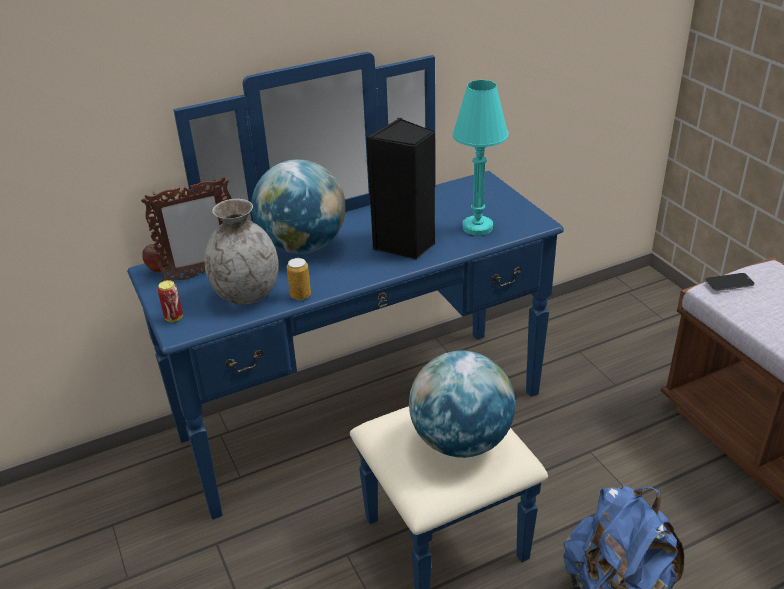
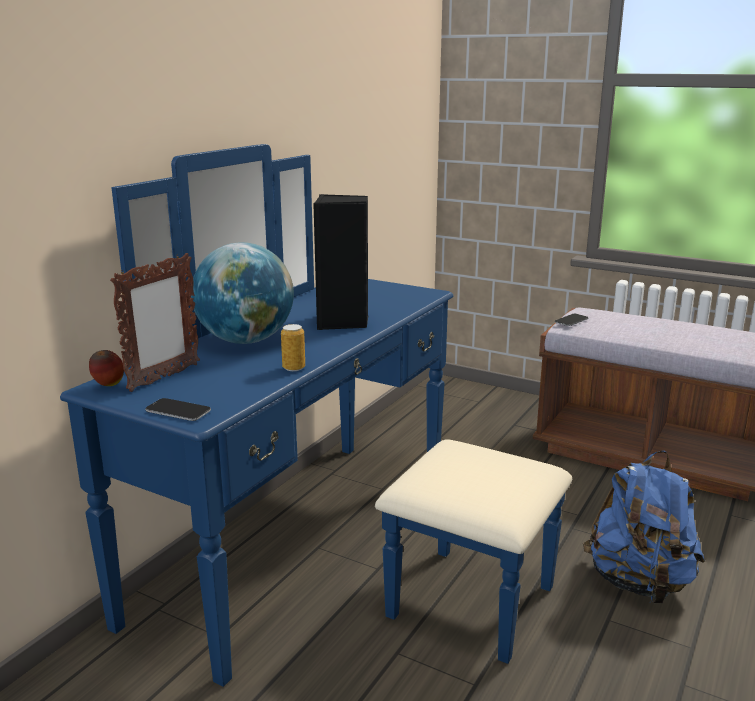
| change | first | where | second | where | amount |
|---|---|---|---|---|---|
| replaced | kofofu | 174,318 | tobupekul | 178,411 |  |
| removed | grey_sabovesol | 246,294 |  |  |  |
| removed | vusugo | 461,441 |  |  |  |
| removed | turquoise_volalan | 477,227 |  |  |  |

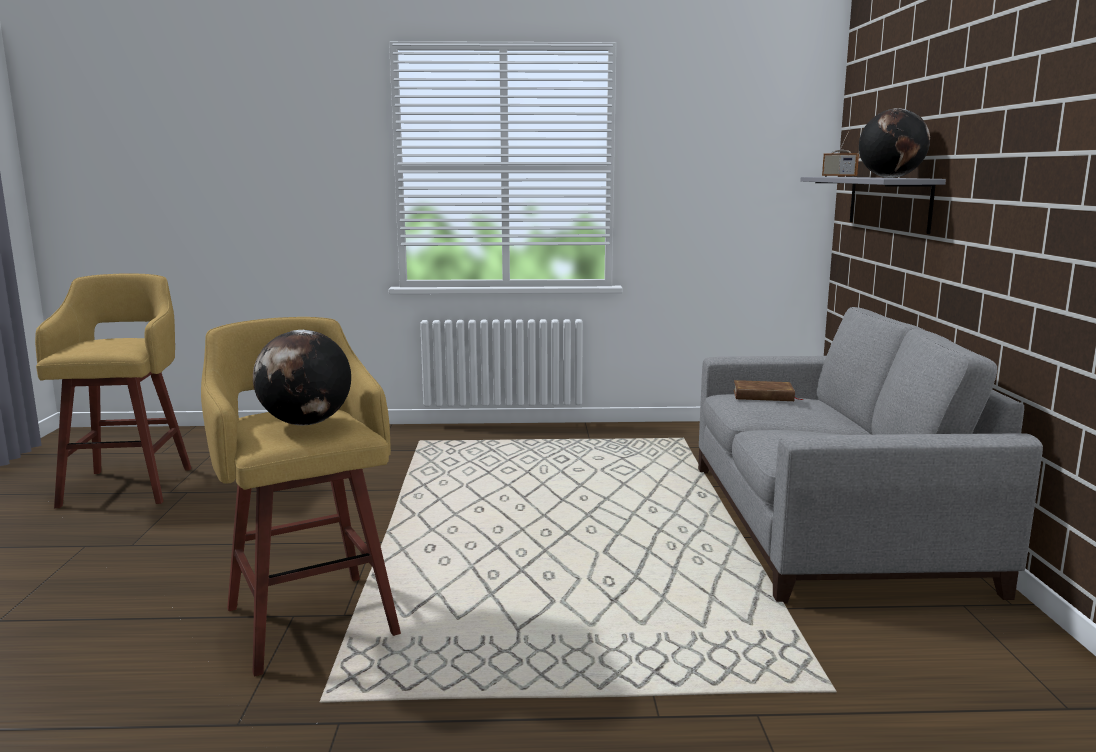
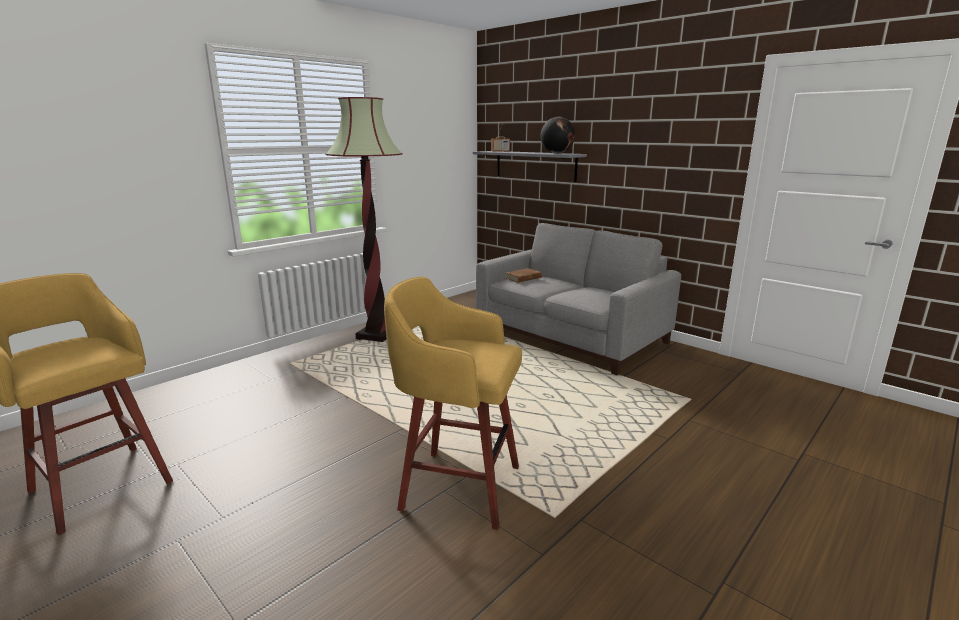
| change | first | where | second | where | amount |
|---|---|---|---|---|---|
| removed | vusugo | 306,423 |  |  |  |
| added |  |  | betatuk | 376,335 |  |

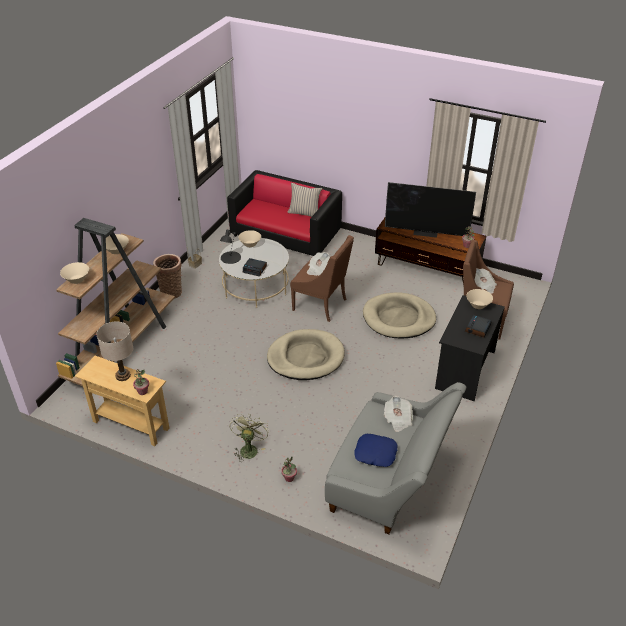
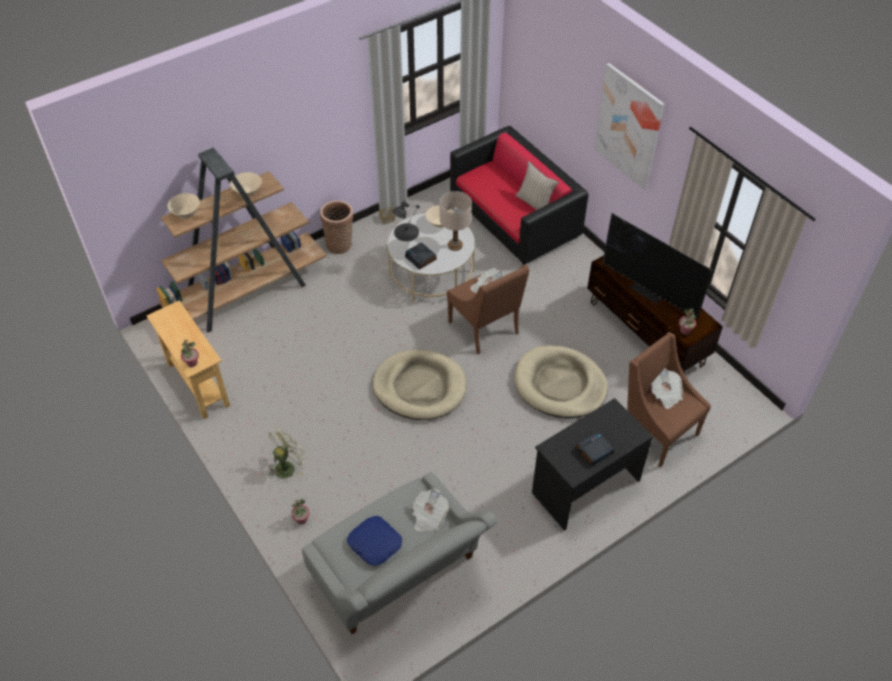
| change | first | where | second | where | amount |
|---|---|---|---|---|---|
| moved | beige_volalan | 123,375 |  | 455,245 |  |
| removed | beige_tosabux | 478,305 |  |  |  |
| added |  |  | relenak | 629,126 |  |

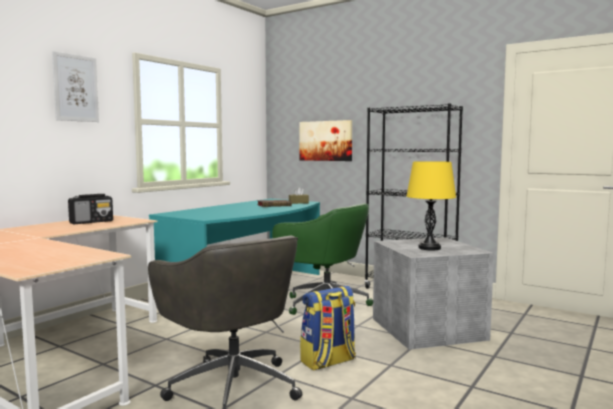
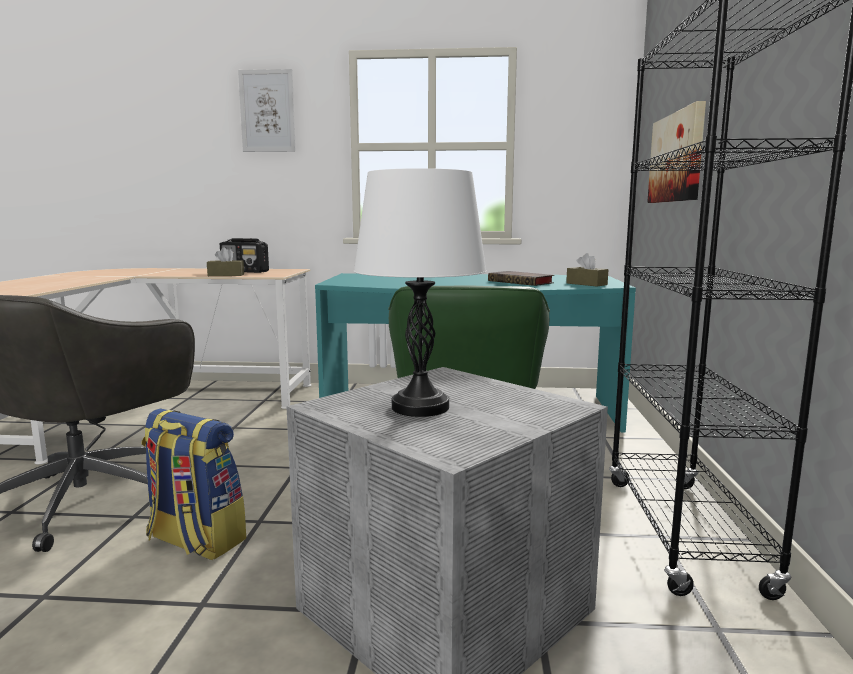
| change | first | where | second | where | amount |
|---|---|---|---|---|---|
| recoloured | yellow_volalan | 429,248 | white_volalan | 420,407 |  |
| added |  |  | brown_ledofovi | 226,275 |  |

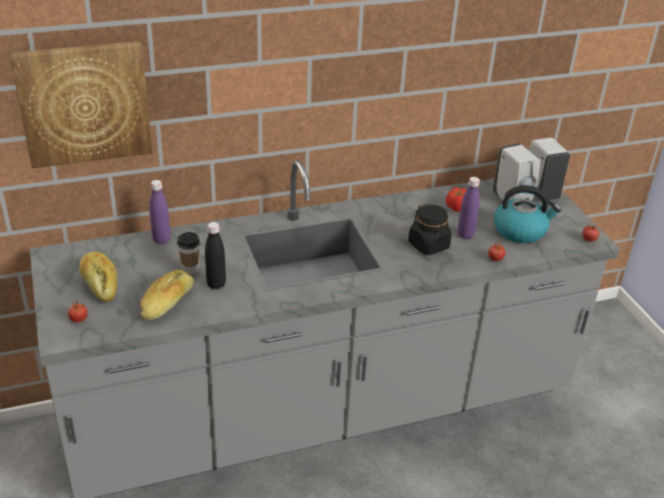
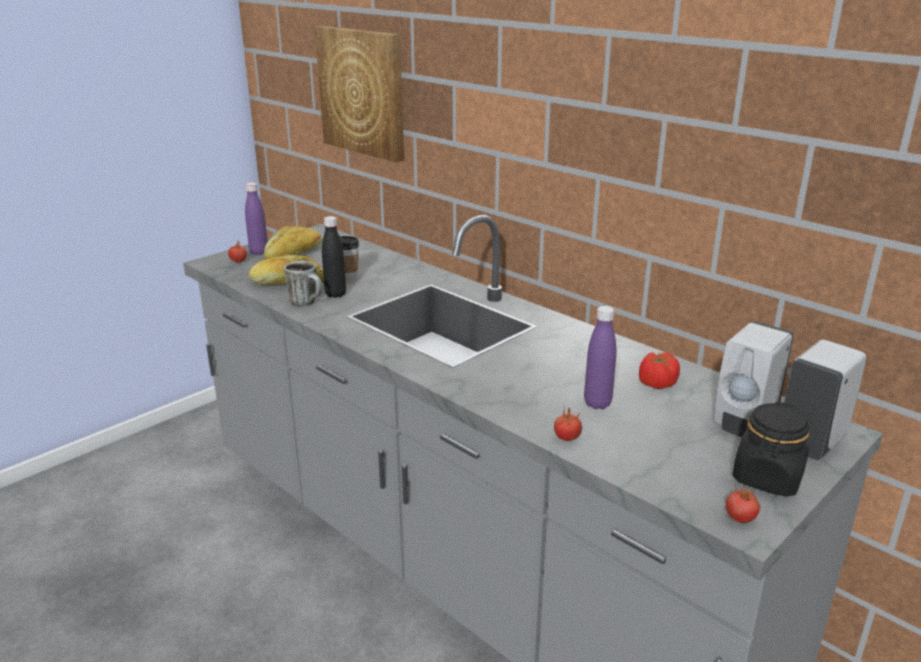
| change | first | where | second | where | amount |
|---|---|---|---|---|---|
| moved | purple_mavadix | 161,240 |  | 259,252 |  |
| moved | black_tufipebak | 428,245 |  | 767,478 |  |
| removed | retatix | 520,231 |  |  |  |
| added |  |  | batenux | 307,303 |  |

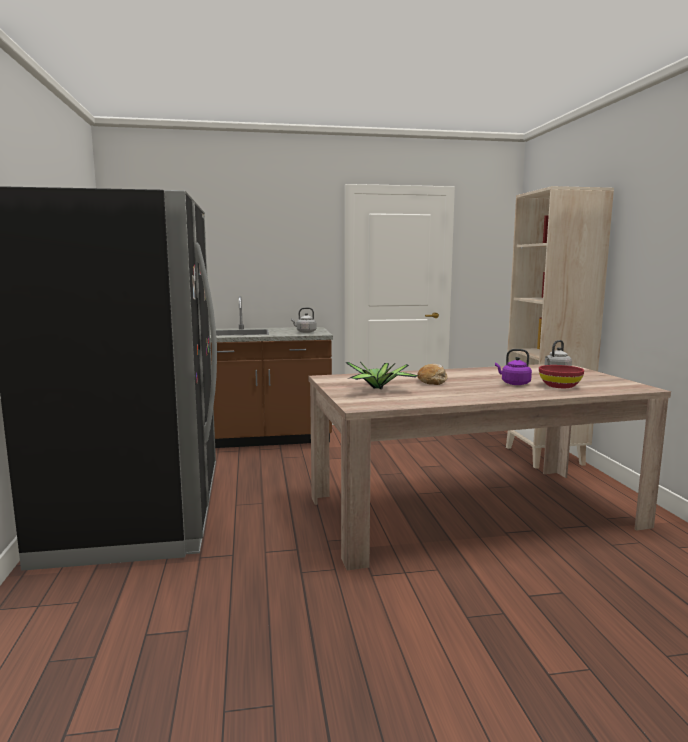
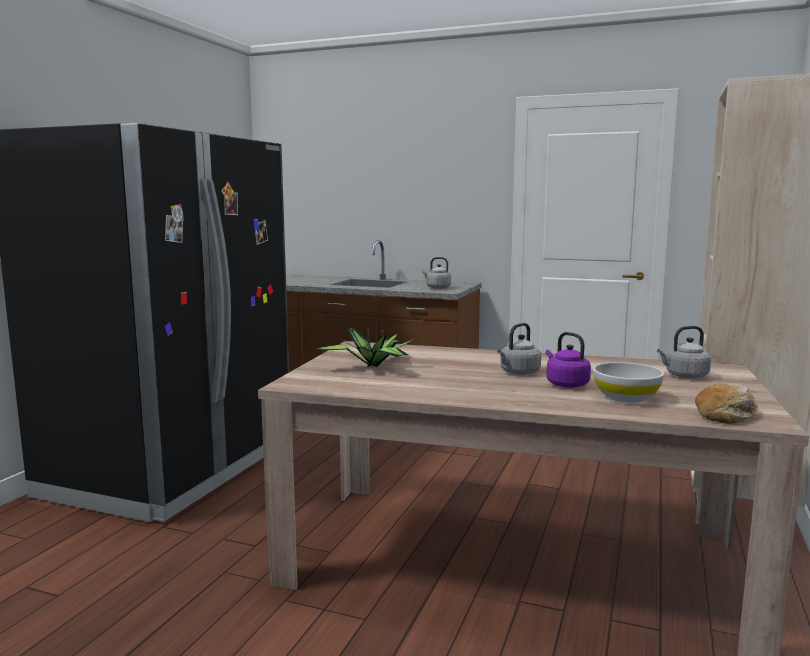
| change | first | where | second | where | amount |
|---|---|---|---|---|---|
| moved | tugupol | 432,381 |  | 726,414 |  |
| recoloured | red_tosabux | 559,386 | white_tosabux | 625,397 |  |
| added |  |  | grey_retatix | 518,372 |  |

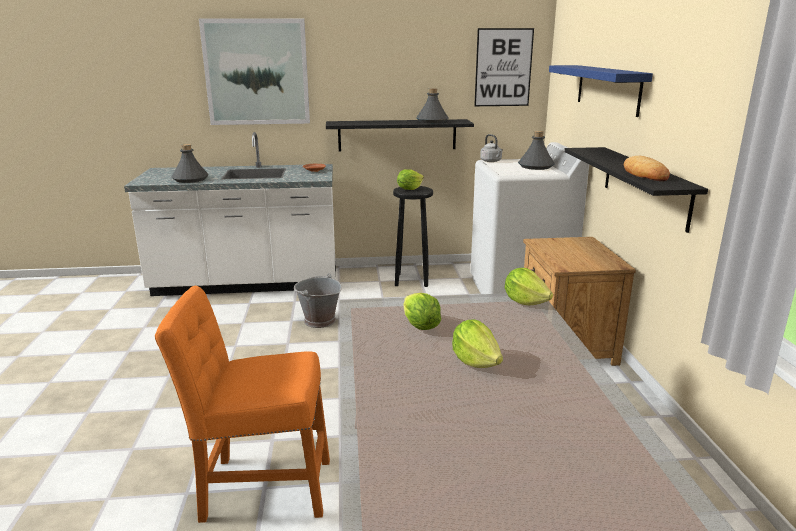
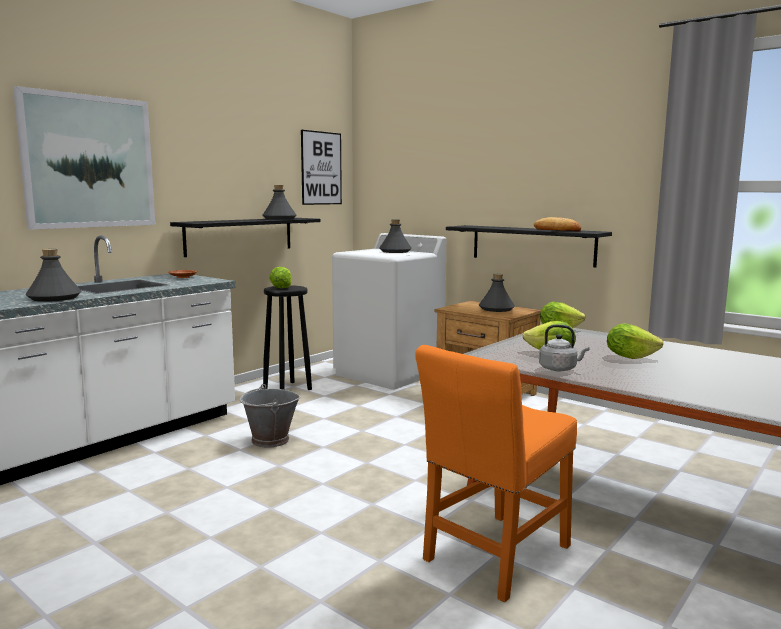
| change | first | where | second | where | amount |
|---|---|---|---|---|---|
| moved | grey_retatix | 491,161 |  | 560,369 |  |
| removed | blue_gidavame | 607,88 |  |  |  |
| added |  |  | grey_mavadix | 496,309 |  |

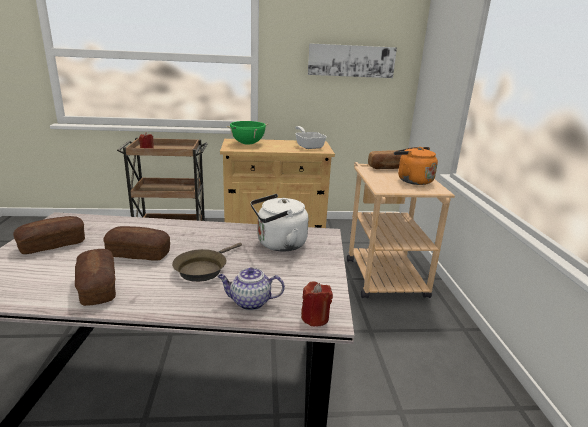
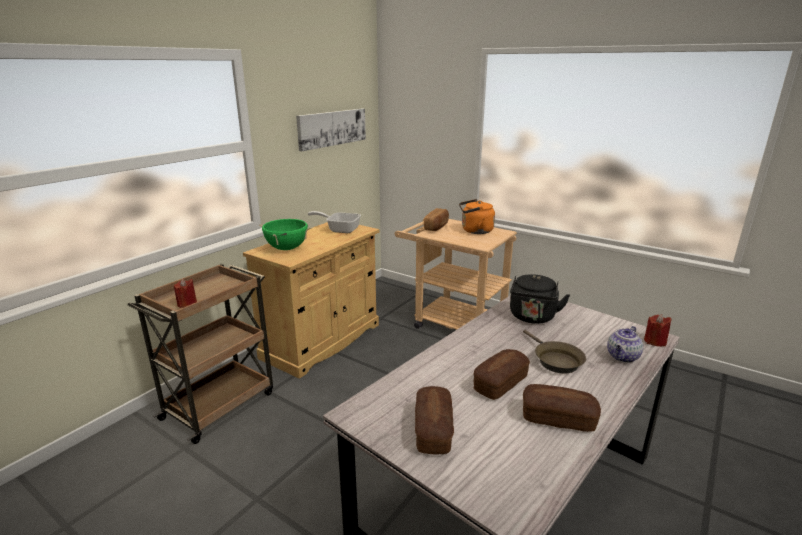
| change | first | where | second | where | amount |
|---|---|---|---|---|---|
| recoloured | white_retatix | 278,244 | black_retatix | 532,317 |  |

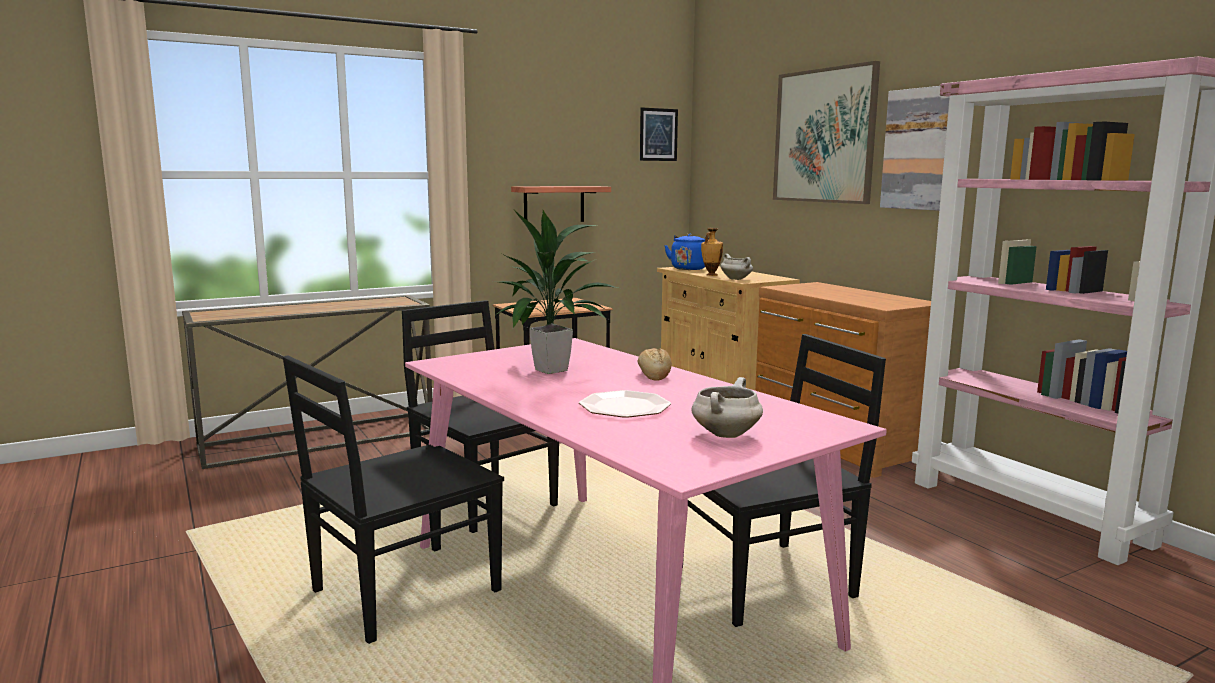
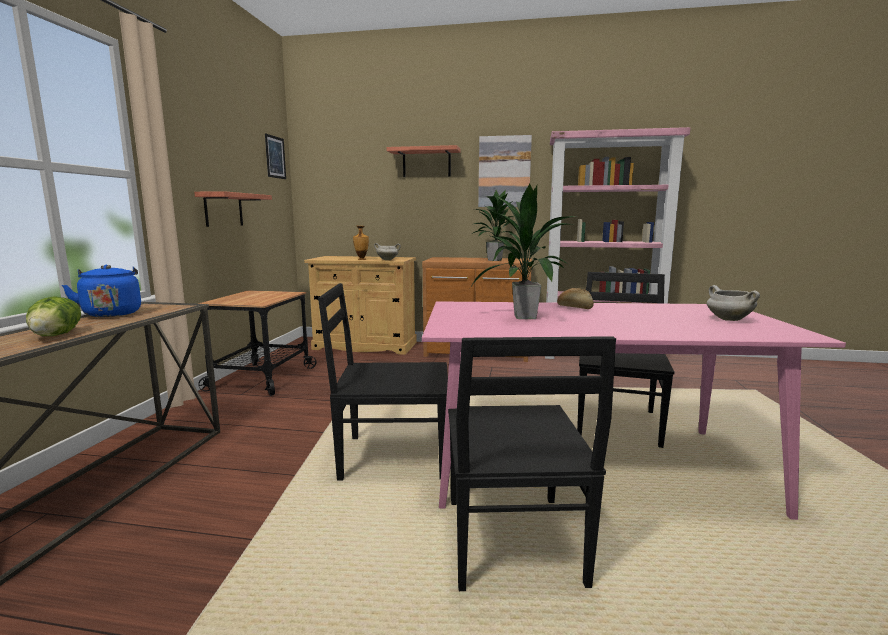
| change | first | where | second | where | amount |
|---|---|---|---|---|---|
| removed | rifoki | 624,407 |  |  |  |
| moved | blue_retatix | 689,268 |  | 112,313 |  |
| replaced | relenak | 824,136 | gidavame | 426,163 |  |
| added |  |  | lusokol | 57,335 |  |
| added |  |  | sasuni | 494,260 |  |

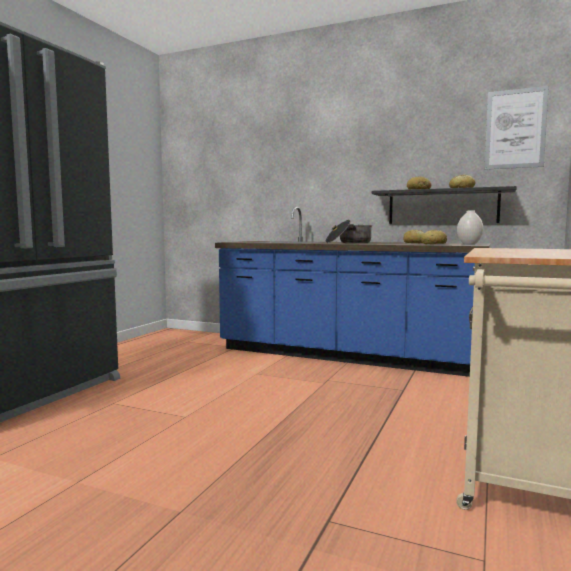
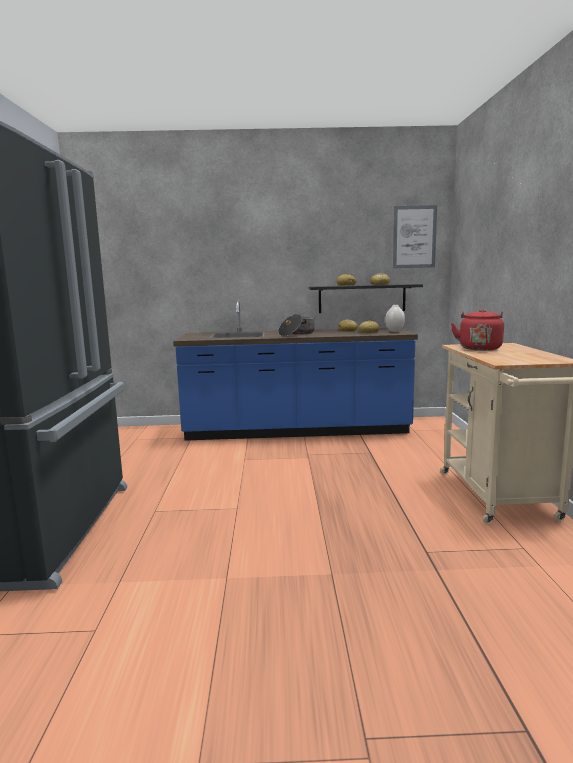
| change | first | where | second | where | amount |
|---|---|---|---|---|---|
| added |  |  | red_retatix | 479,348 |  |

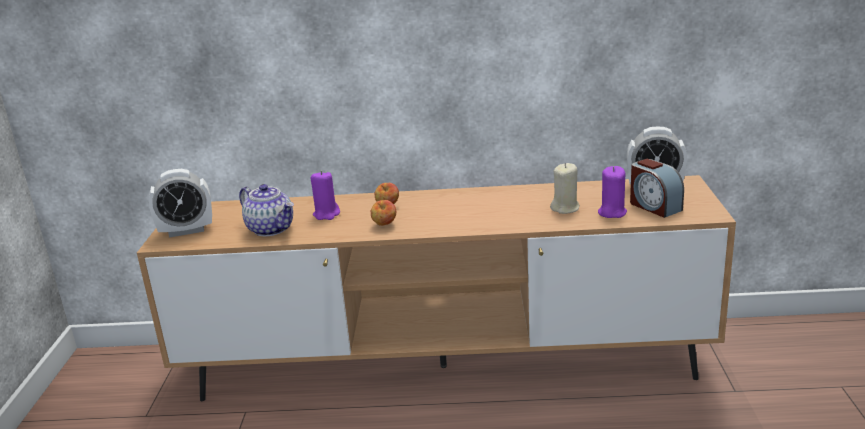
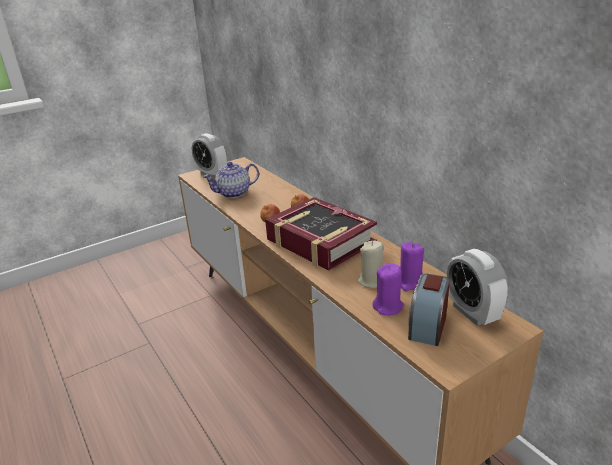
| change | first | where | second | where | amount |
|---|---|---|---|---|---|
| turned | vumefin | 271,229 |  | 233,193 | 60 degrees clockwise |
| moved | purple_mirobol | 326,214 |  | 410,283 |  |
| added |  |  | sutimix | 320,241 |  |

